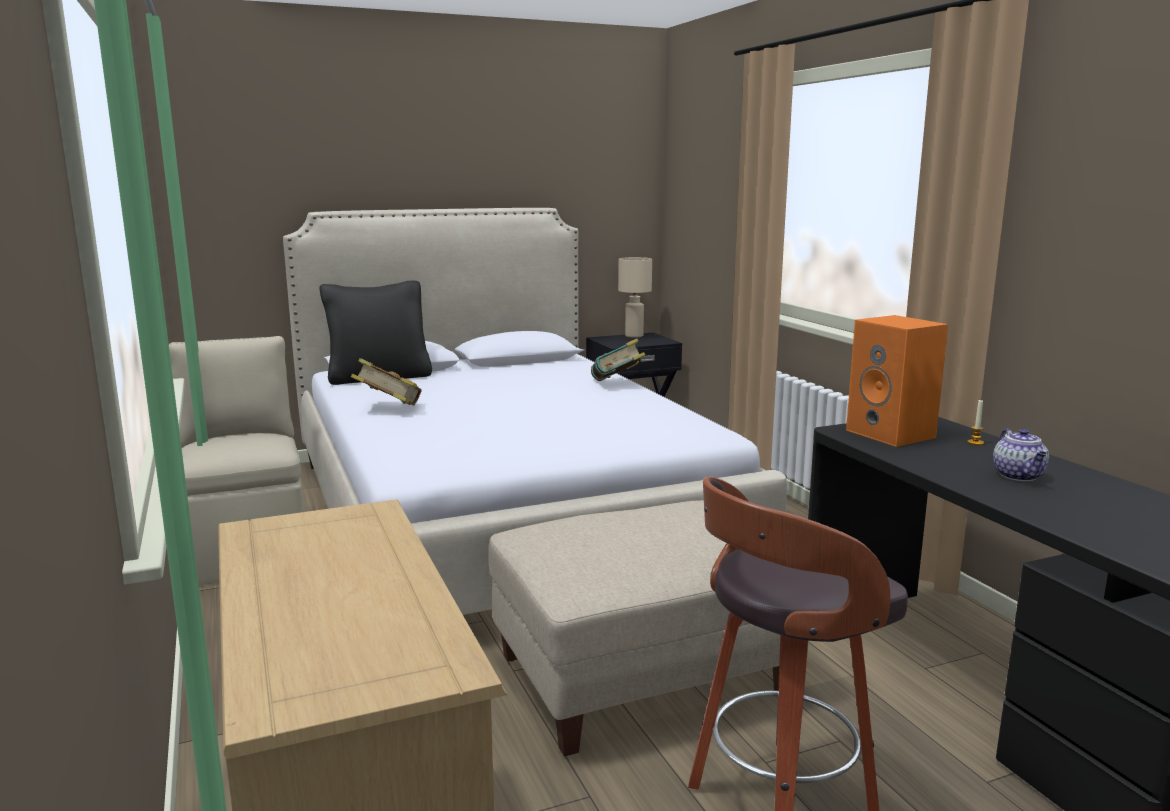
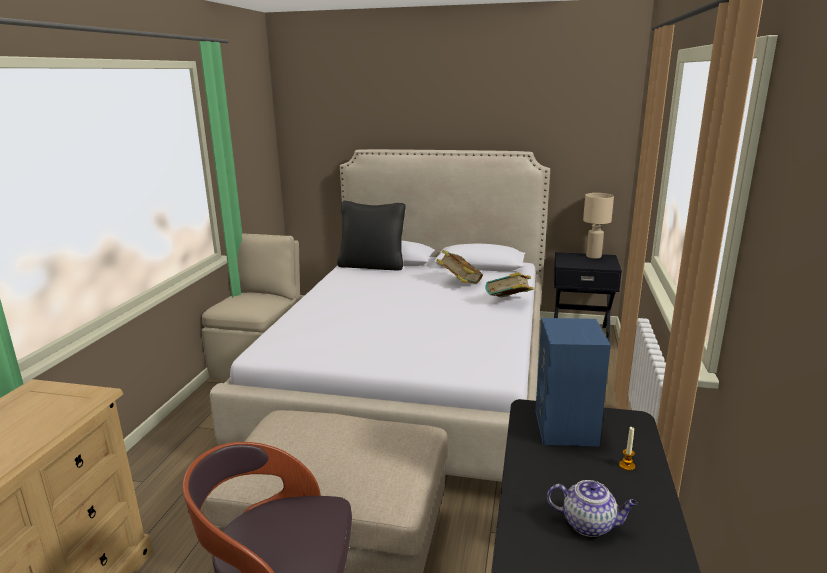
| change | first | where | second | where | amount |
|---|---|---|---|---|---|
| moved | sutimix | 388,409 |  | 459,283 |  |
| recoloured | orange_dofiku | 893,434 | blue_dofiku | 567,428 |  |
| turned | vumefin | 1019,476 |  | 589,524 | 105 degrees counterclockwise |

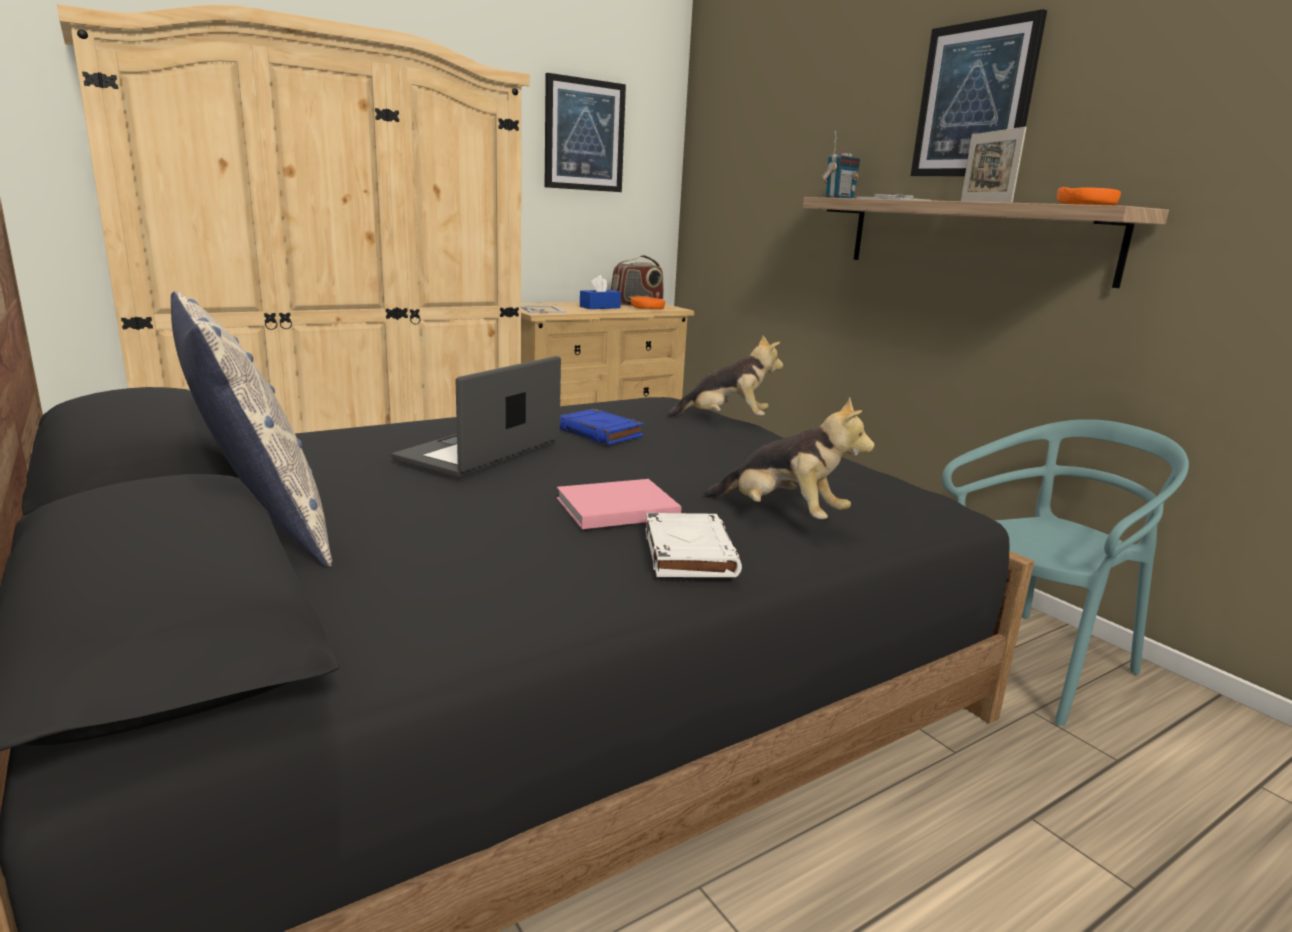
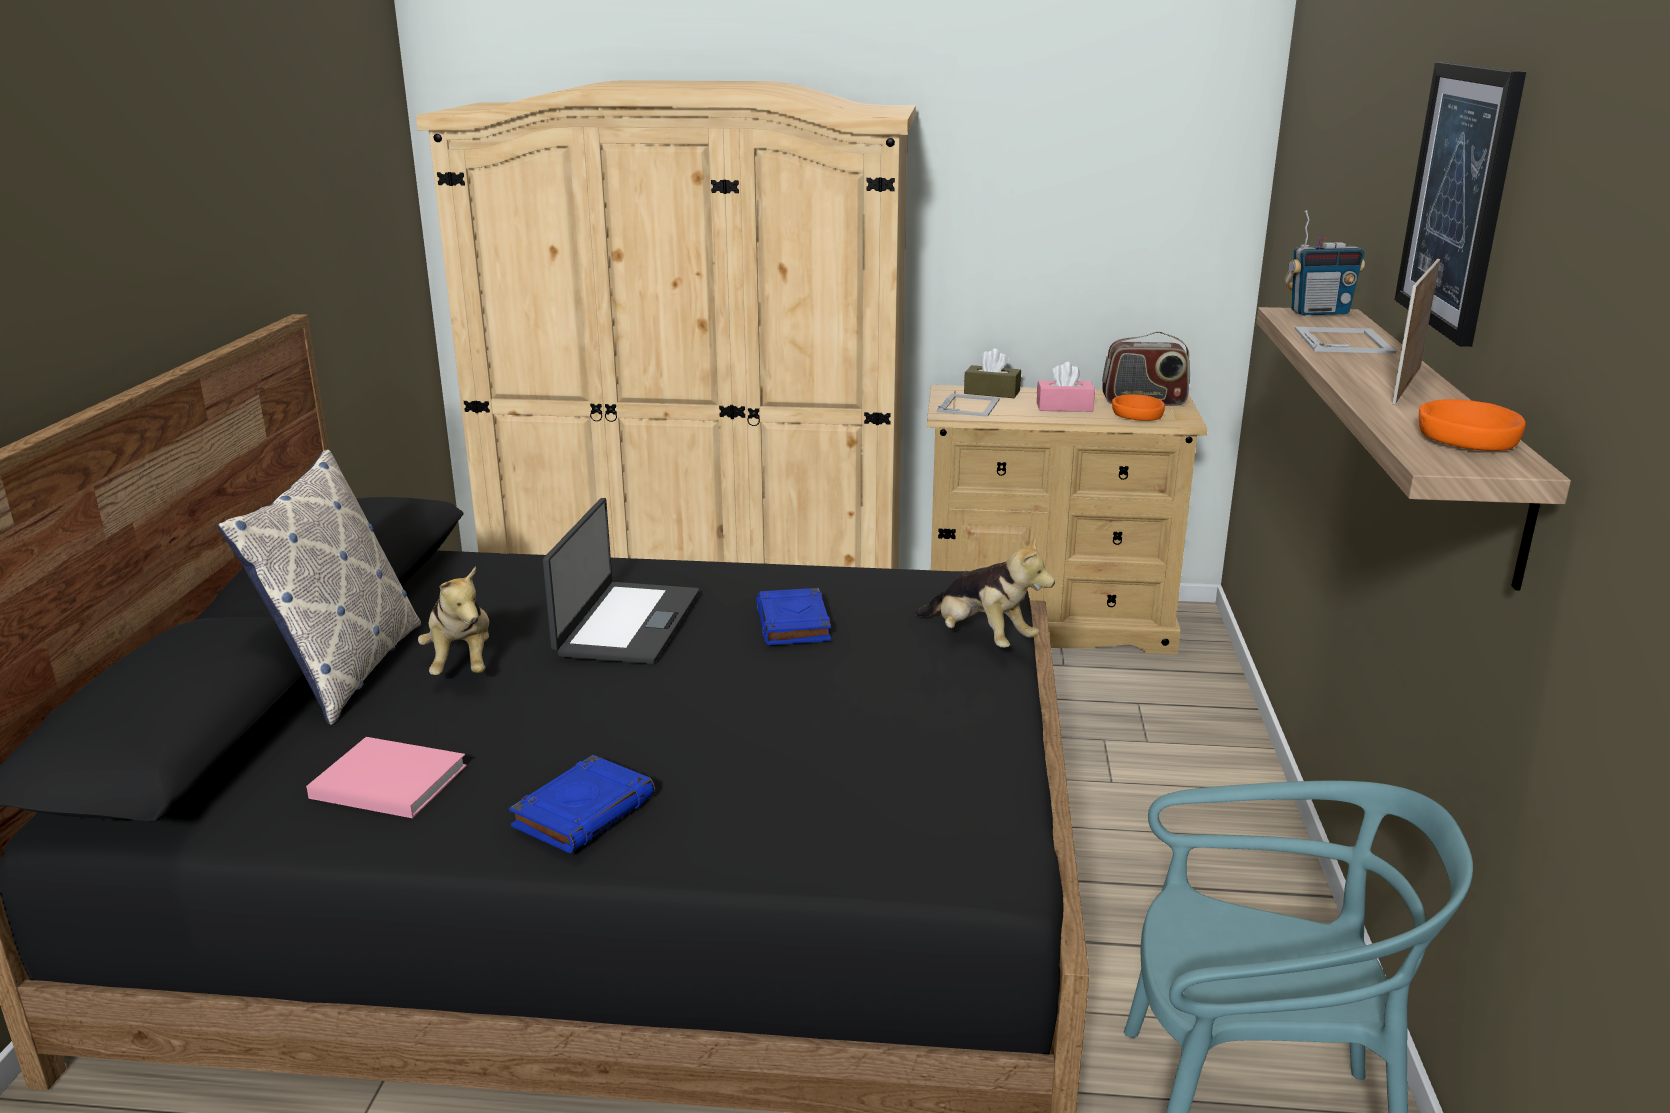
| change | first | where | second | where | amount |
|---|---|---|---|---|---|
| turned | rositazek | 481,451 |  | 626,623 | 120 degrees clockwise |
| removed | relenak | 584,135 |  |  |  |
| moved | pink_sutimix | 613,508 |  | 385,781 |  |
| recoloured | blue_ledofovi | 600,307 | pink_ledofovi | 1064,407 |  |
| recoloured | white_sutimix | 688,552 | blue_sutimix | 584,811 |  |
| moved | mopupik | 782,515 |  | 462,664 |  |
| added |  |  | brown_ledofovi | 992,392 |  |

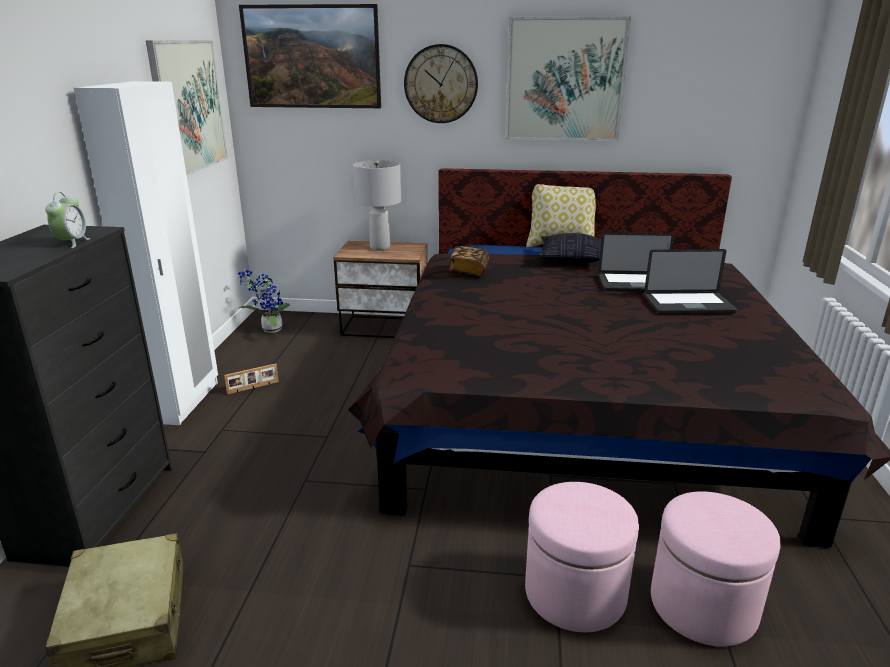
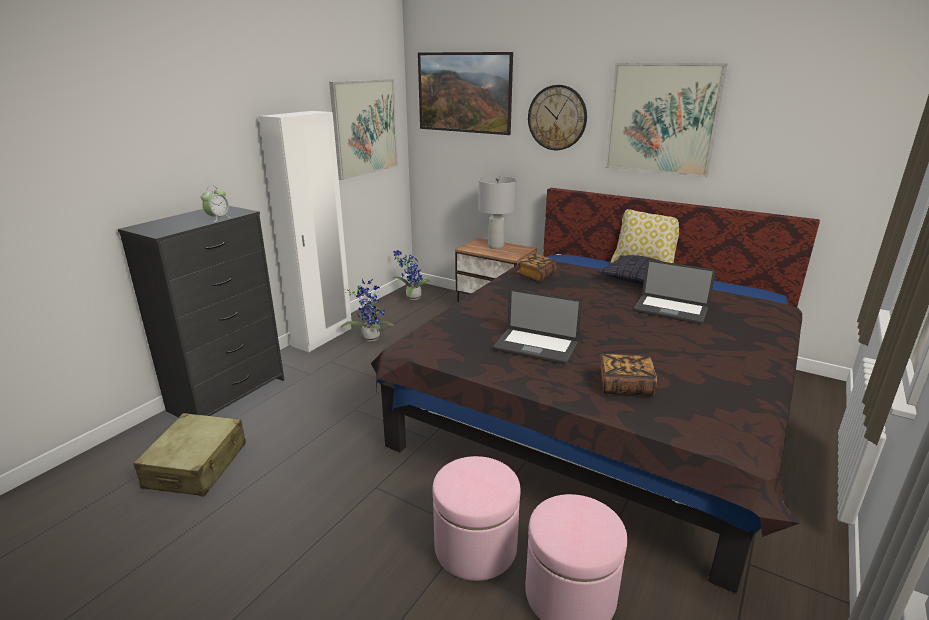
| change | first | where | second | where | amount |
|---|---|---|---|---|---|
| replaced | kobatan | 253,388 | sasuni | 370,337 |  |
| moved | rositazek | 688,305 |  | 535,347 |  |
| added |  |  | sutimix | 625,386 |  |

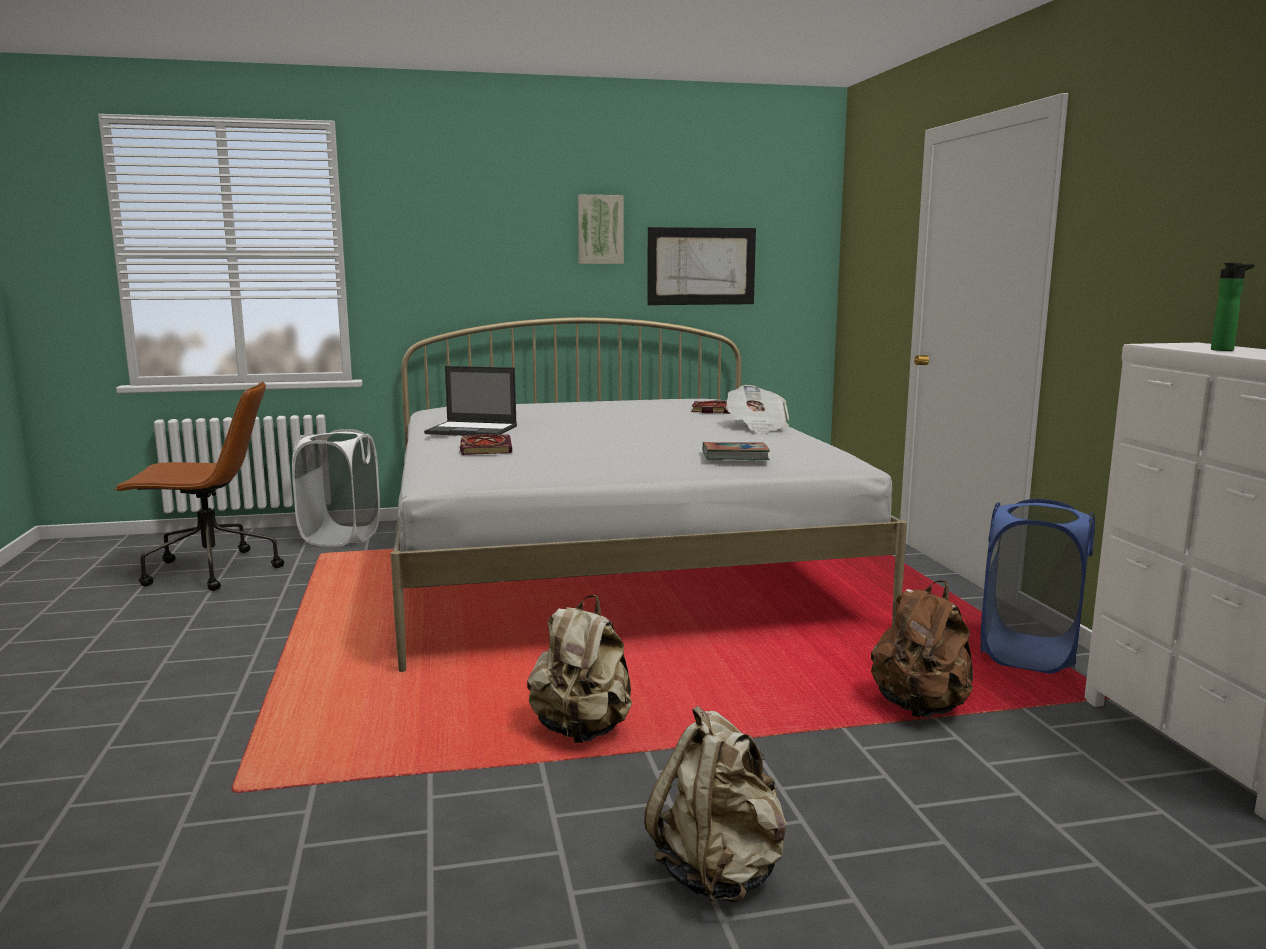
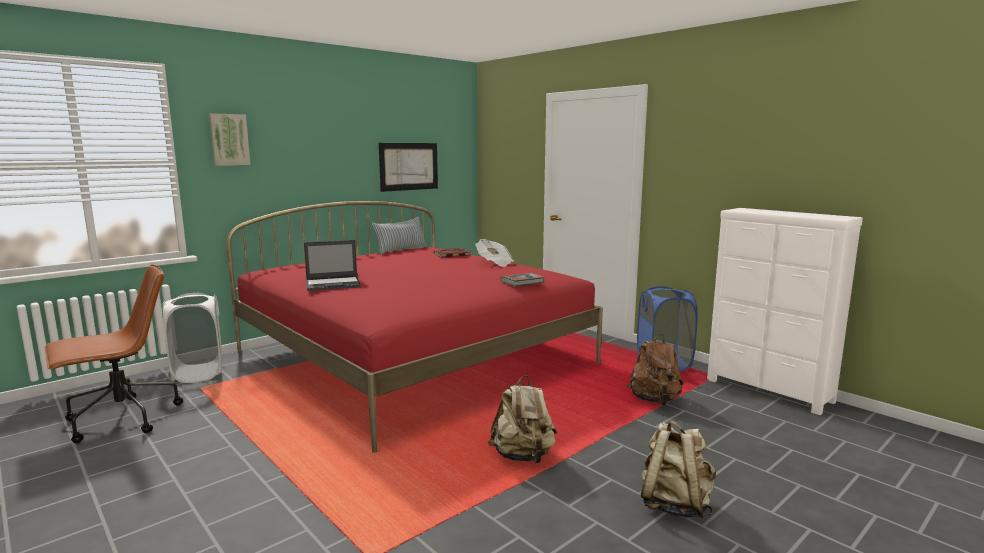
| change | first | where | second | where | amount |
|---|---|---|---|---|---|
| recoloured | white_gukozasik | 612,566 | red_gukozasik | 414,358 |  |
| removed | sutimix | 484,448 |  |  |  |
| moved | relenak | 600,229 |  | 229,139 |  |
| removed | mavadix | 1225,350 |  |  |  |
| added |  |  | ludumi | 401,249 |  |

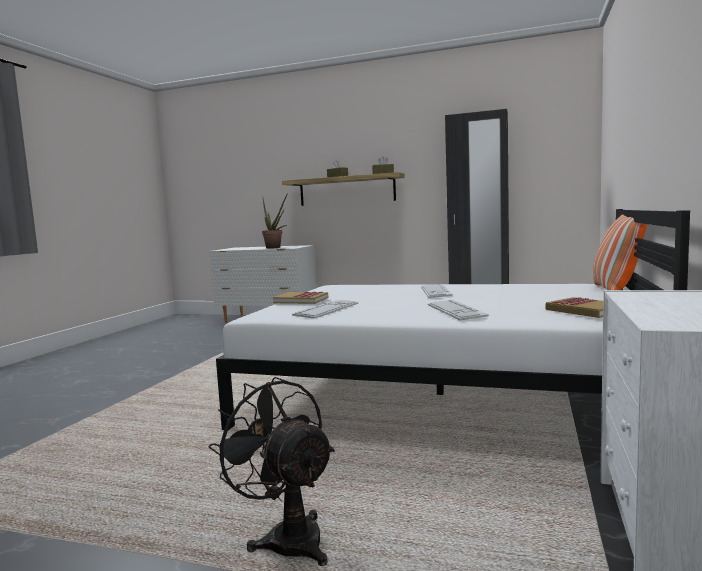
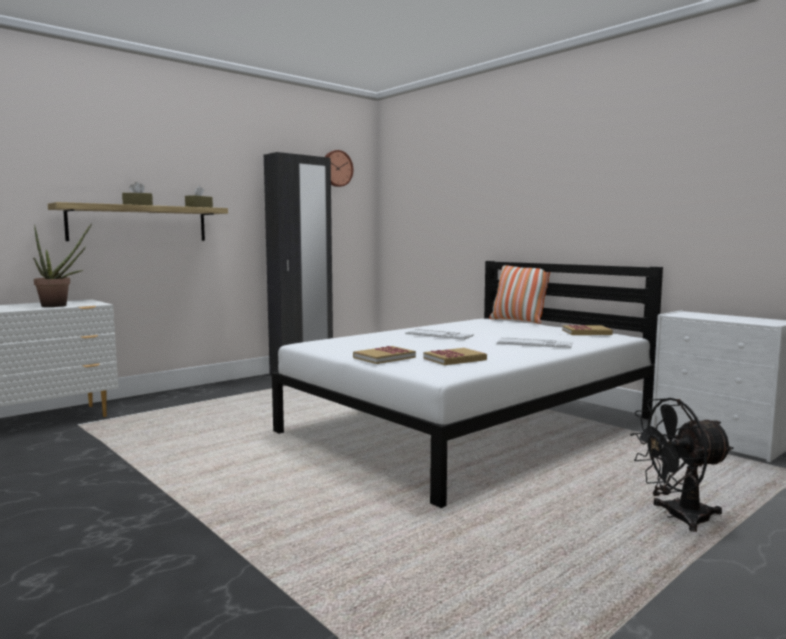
| change | first | where | second | where | amount |
|---|---|---|---|---|---|
| replaced | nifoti | 327,310 | sutimix | 455,359 |  |
| added |  |  | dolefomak | 336,168 |  |

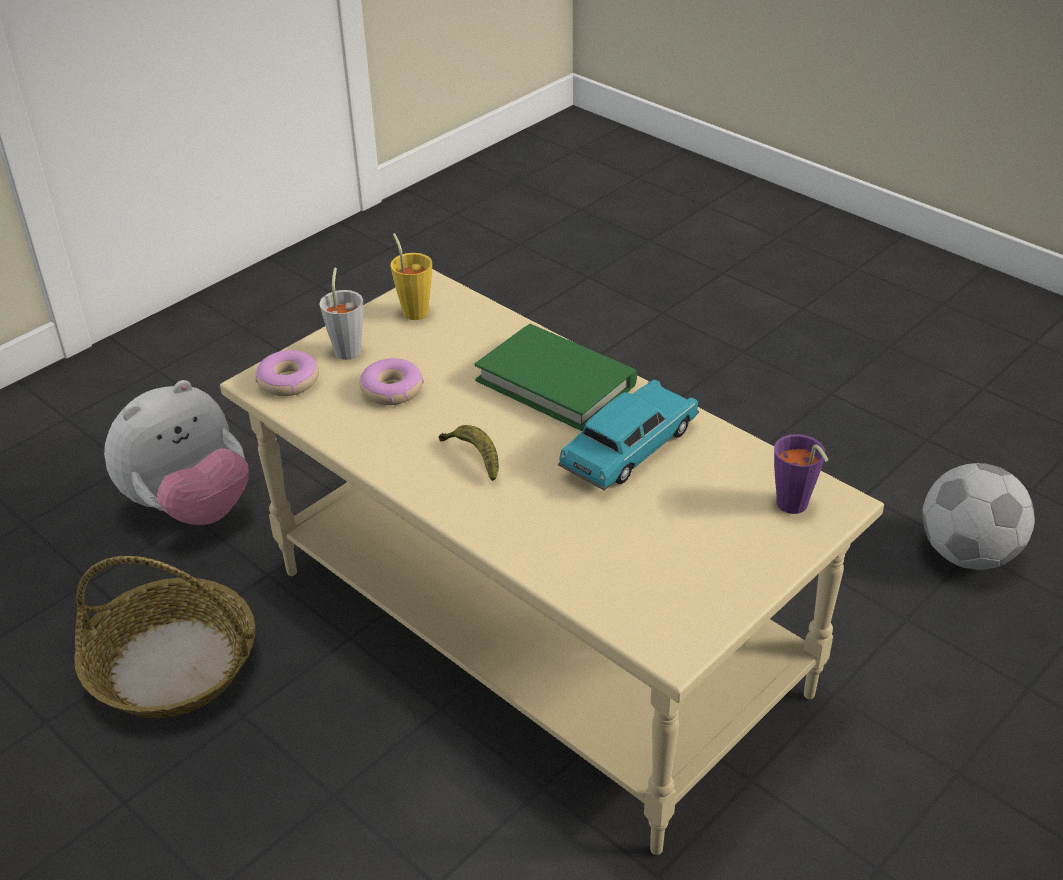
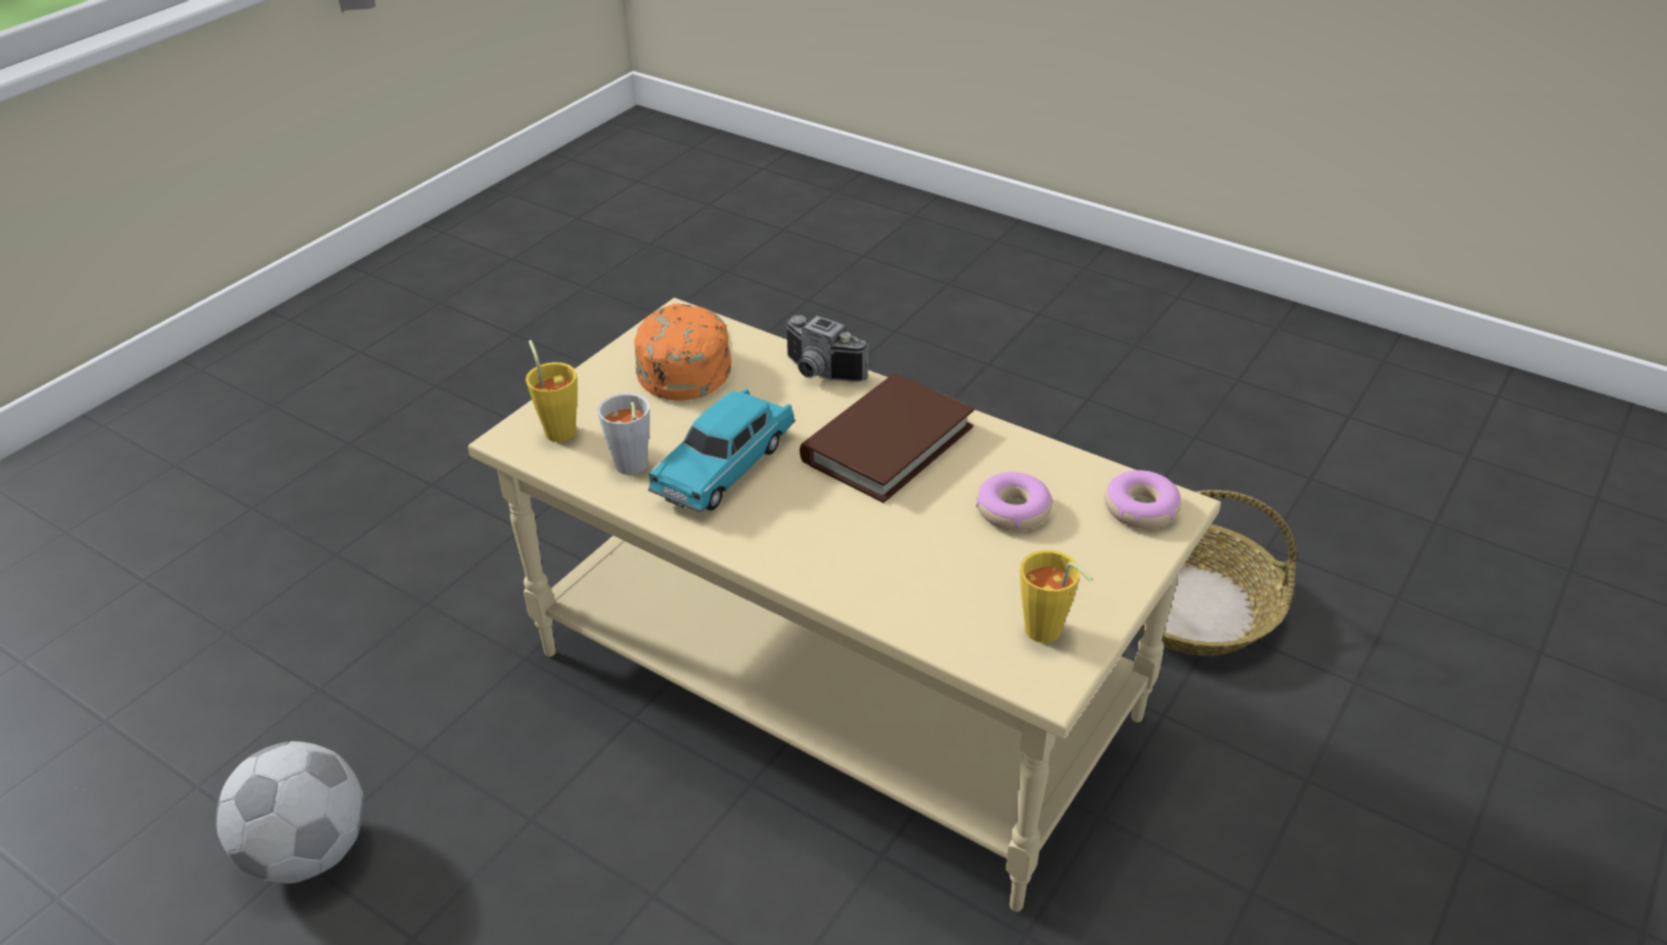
| change | first | where | second | where | amount |
|---|---|---|---|---|---|
| removed | mopupik | 190,507 |  |  |  |
| moved | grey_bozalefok | 348,347 |  | 631,469 |  |
| replaced | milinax | 474,458 | brown_sutimix | 887,444 |  |
| removed | green_sutimix | 555,383 |  |  |  |
| recoloured | purple_bozalefok | 794,508 | yellow_bozalefok | 559,428 |  |
| added |  |  | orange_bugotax | 683,357 |  |
| added |  |  | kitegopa | 819,373 |  |

